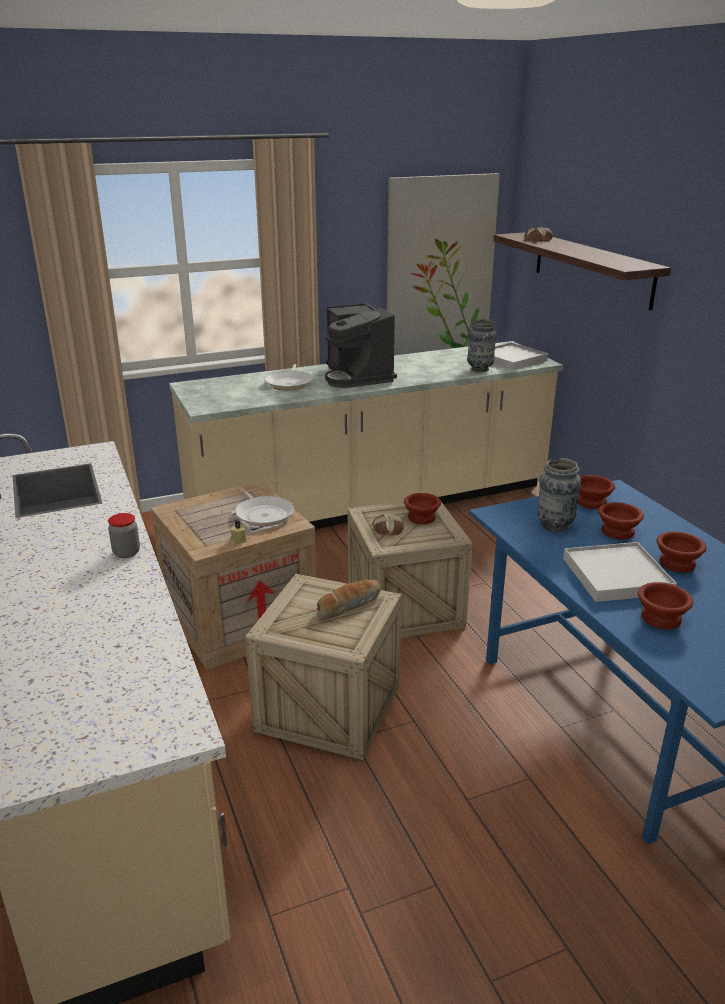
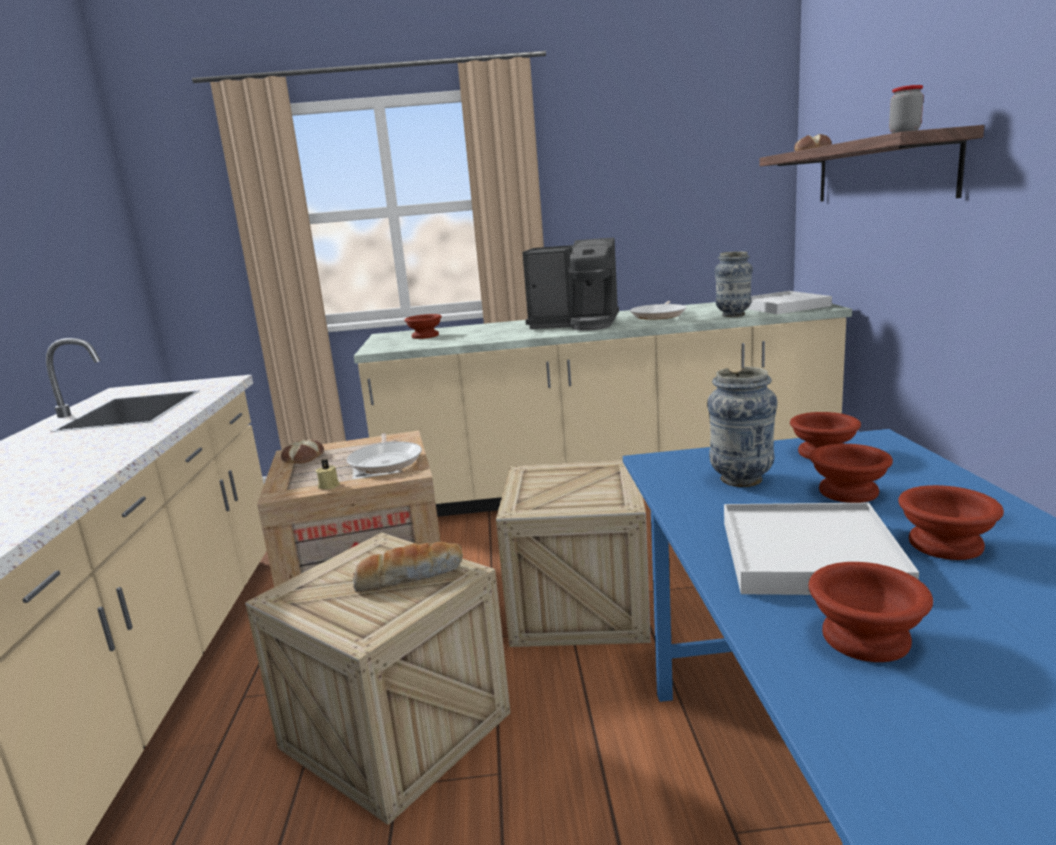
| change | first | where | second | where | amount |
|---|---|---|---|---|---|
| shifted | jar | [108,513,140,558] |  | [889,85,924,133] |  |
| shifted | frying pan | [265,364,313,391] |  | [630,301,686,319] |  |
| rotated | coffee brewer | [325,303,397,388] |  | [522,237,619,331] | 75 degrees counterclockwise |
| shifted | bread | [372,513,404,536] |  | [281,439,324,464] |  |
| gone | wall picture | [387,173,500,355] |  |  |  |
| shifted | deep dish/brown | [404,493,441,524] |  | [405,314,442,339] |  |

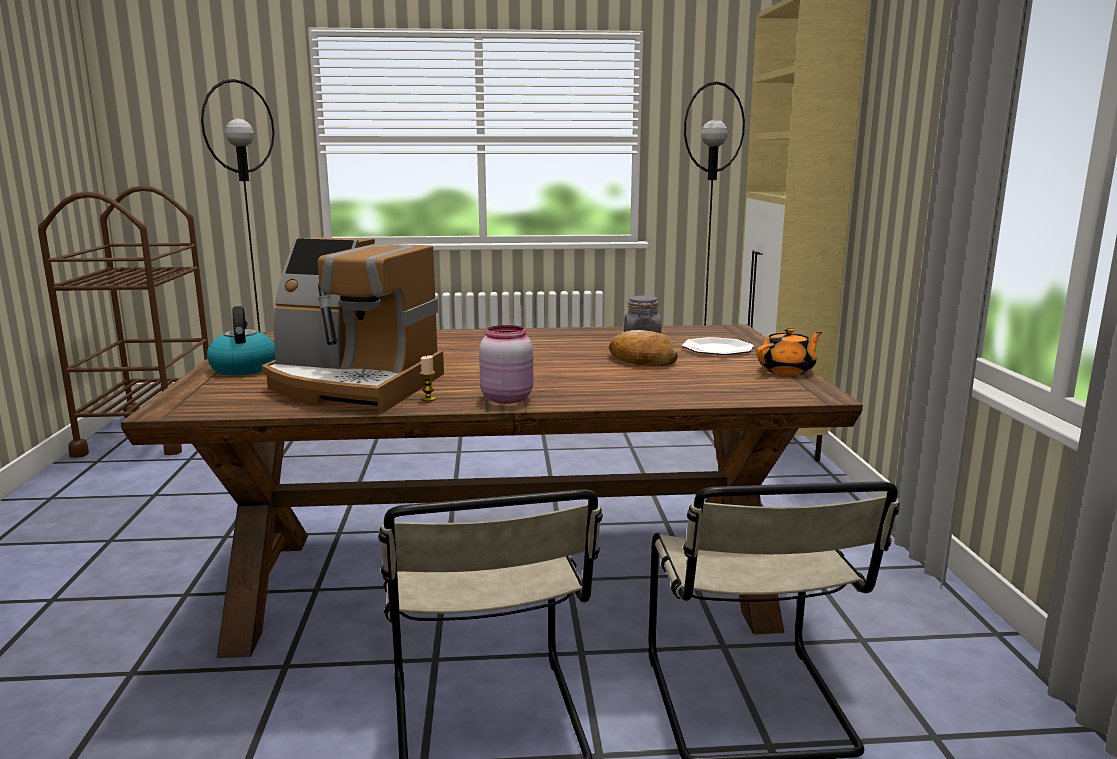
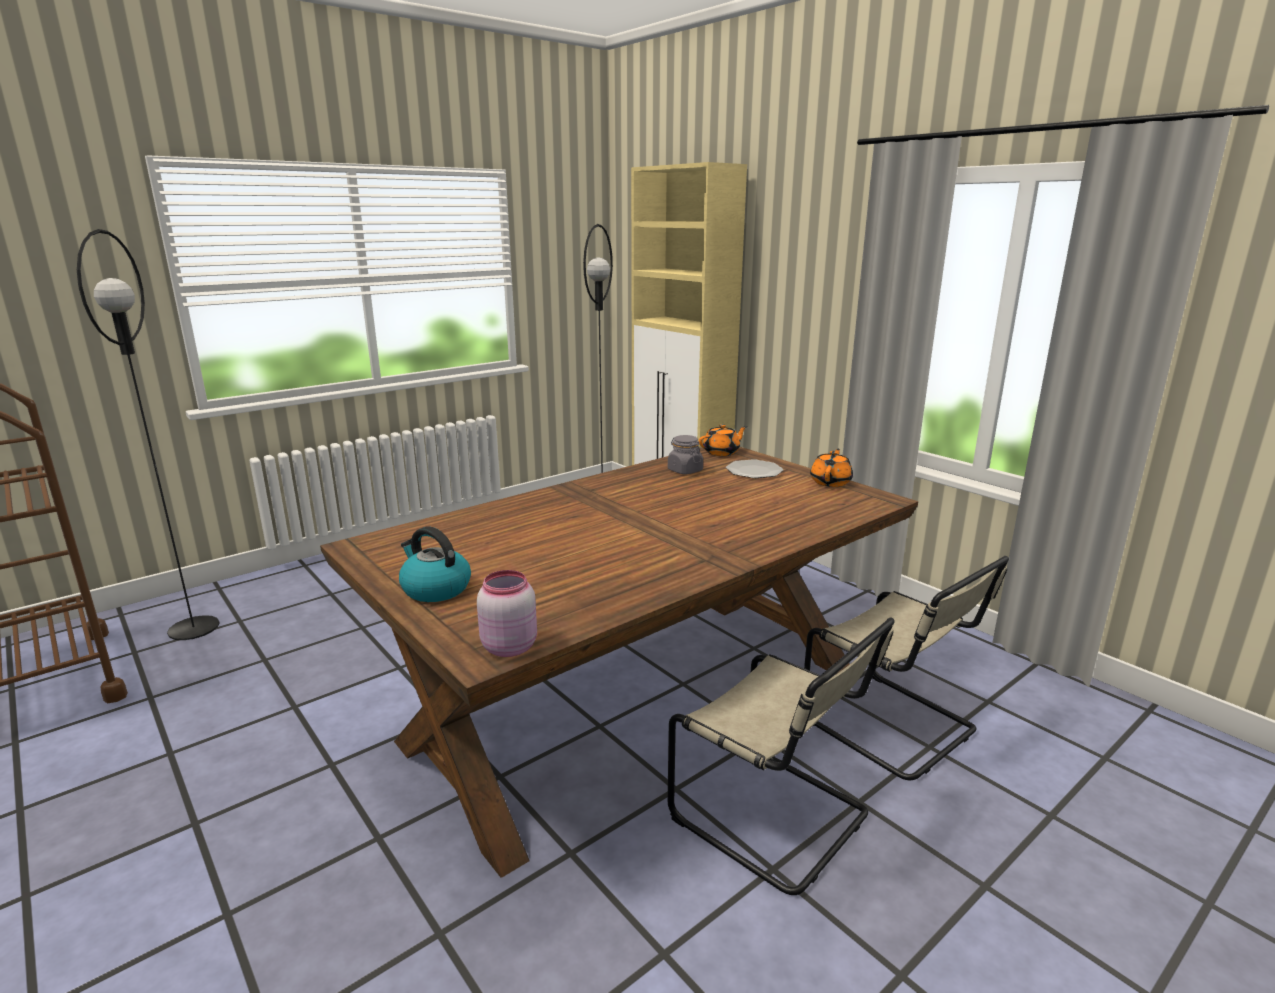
| change | first | where | second | where | amount |
|---|---|---|---|---|---|
| gone | coffee brewer | [262,237,444,413] |  |  |  |
| gone | wax light | [420,355,436,402] |  |  |  |
| shifted | jar/pinkish | [479,325,533,404] |  | [477,570,537,657] |  |
| gone | bread | [609,330,678,366] |  |  |  |
| new |  |  | teapot/orangey | [699,424,747,456] |  |

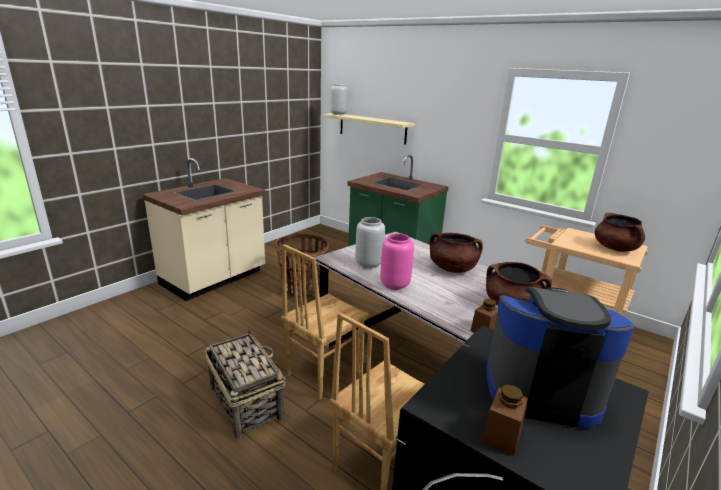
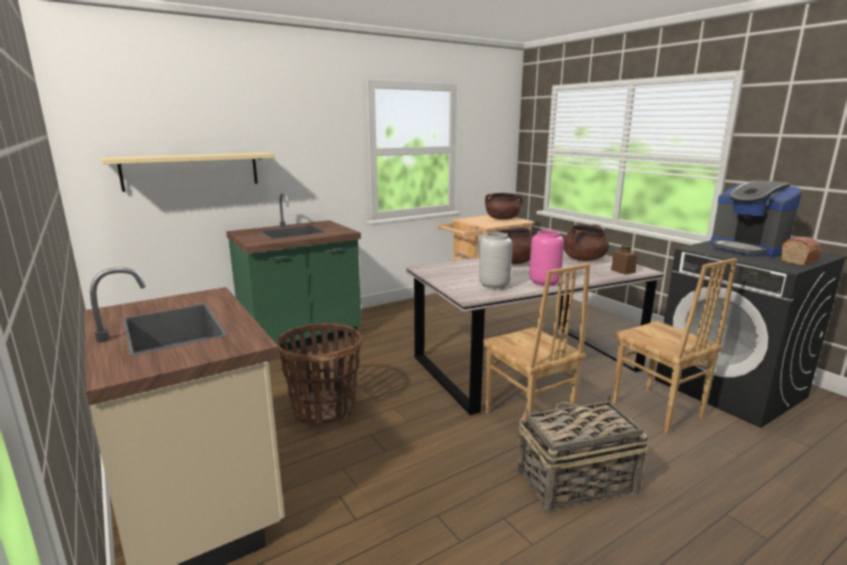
| change | first | where | second | where | amount |
|---|---|---|---|---|---|
| gone | vase/gray | [330,84,348,115] |  |  |  |
| swapped | jar/brown | [482,385,528,456] | bread | [781,237,821,266] |  |
| rotated | coffee brewer | [487,287,635,428] |  | [710,181,802,257] | 60 degrees counterclockwise |

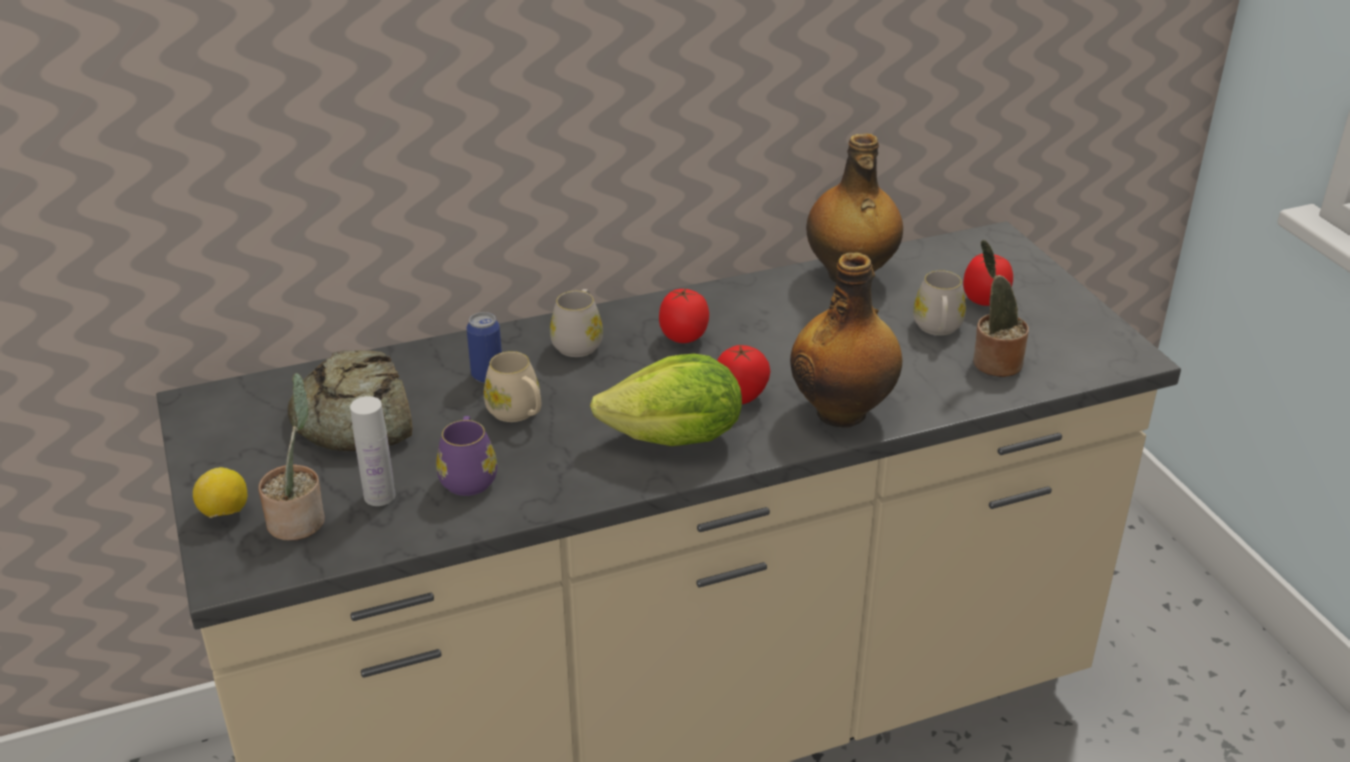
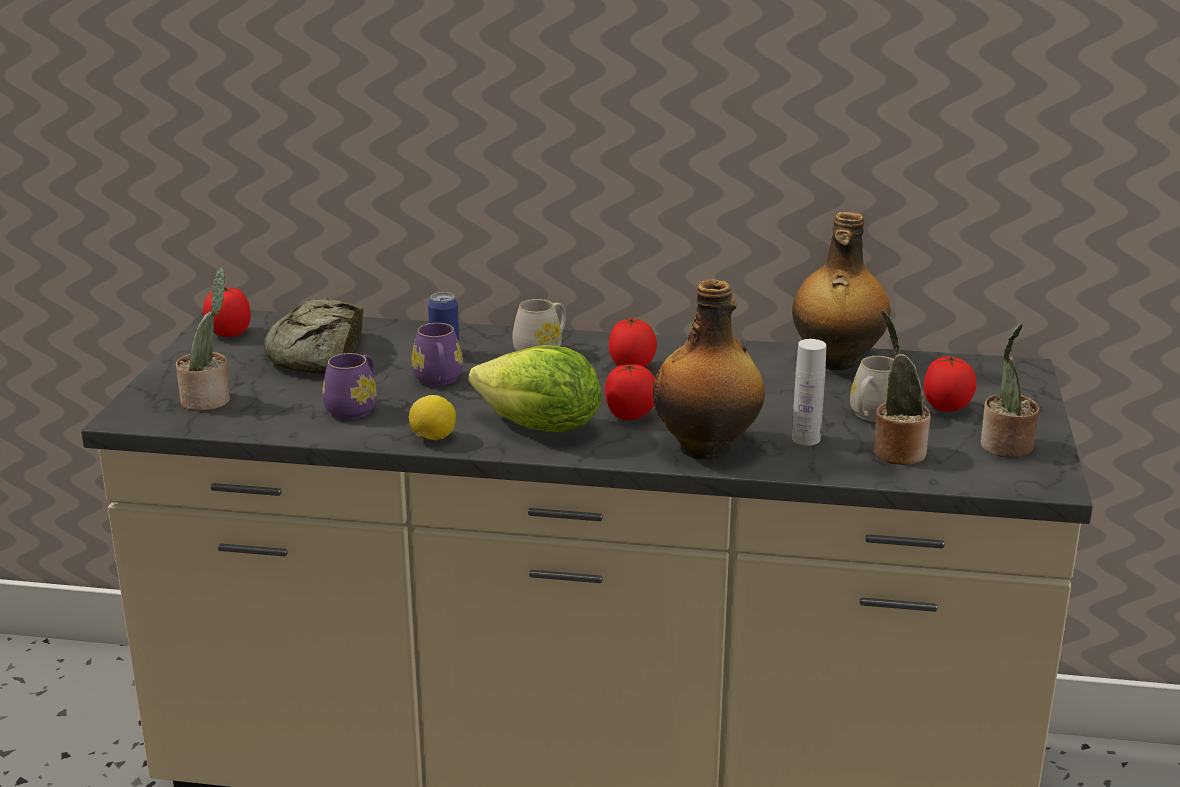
| change | first | where | second | where | amount |
|---|---|---|---|---|---|
| shifted | citrus fruit | [193,467,247,518] |  | [409,395,456,440] |  |
| shifted | beverage bottle/white | [350,396,396,506] |  | [792,339,827,446] |  |
| repainted | coffee mug/sand-coloured | [484,351,541,422] | coffee mug/purple-coloured | [411,323,463,386] |  |
| new |  |  | fresh tomato | [203,287,251,337] |  |
| new |  |  | plant in a pot | [981,323,1039,458] |  |

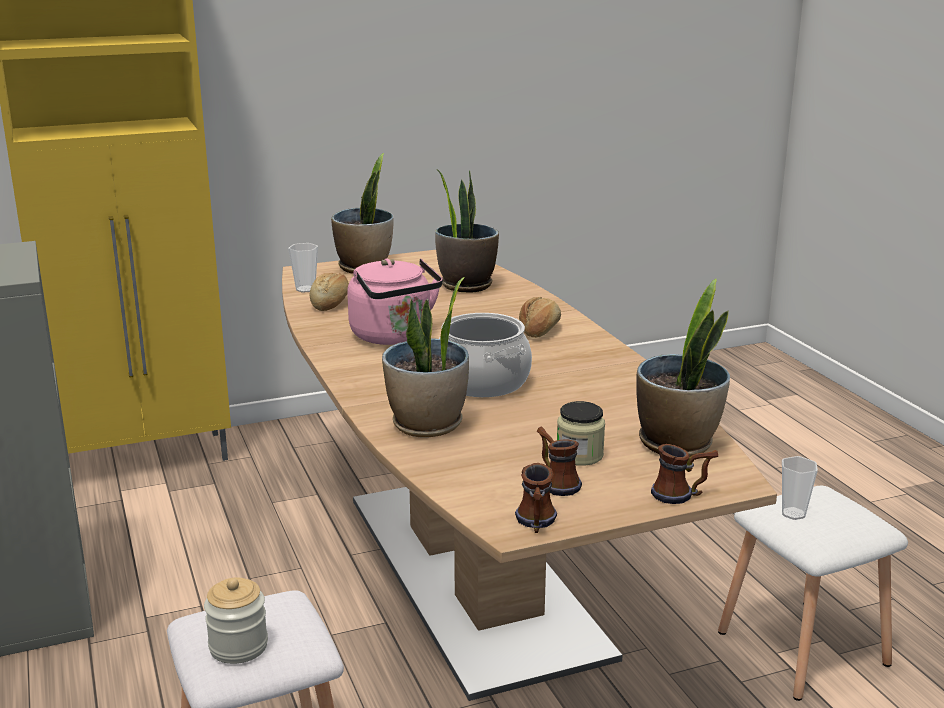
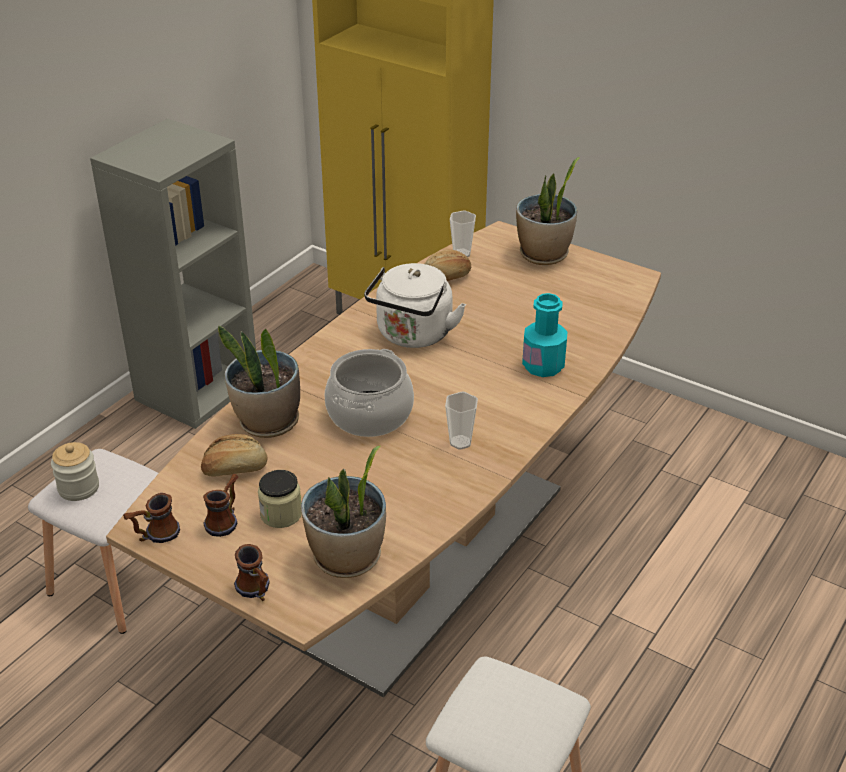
| change | first | where | second | where | amount |
|---|---|---|---|---|---|
| repainted | kettle/pinkish | [347,258,443,345] | kettle/white | [364,263,466,348] |  |
| gone | plant in a pot | [435,170,499,293] |  |  |  |
| shifted | bread | [519,297,561,338] |  | [201,434,268,476] |  |
| shifted | drinking cup | [782,456,818,520] |  | [445,392,478,450] |  |
| new |  |  | beverage bottle/turquoise | [522,293,568,377] |  |

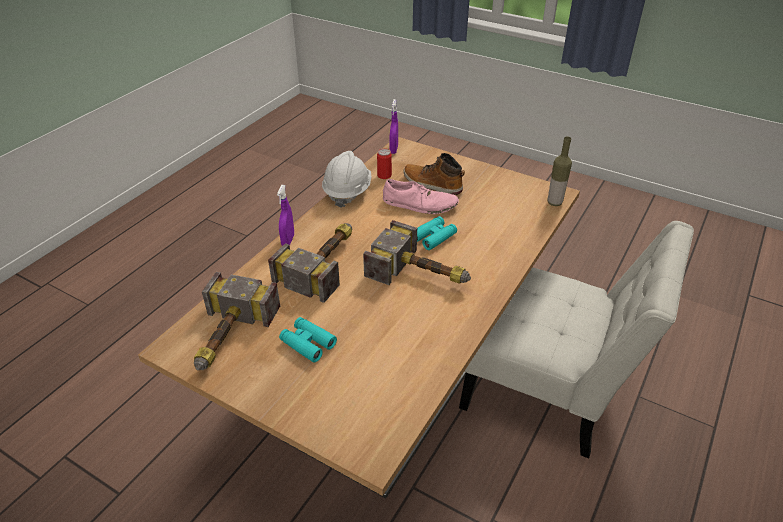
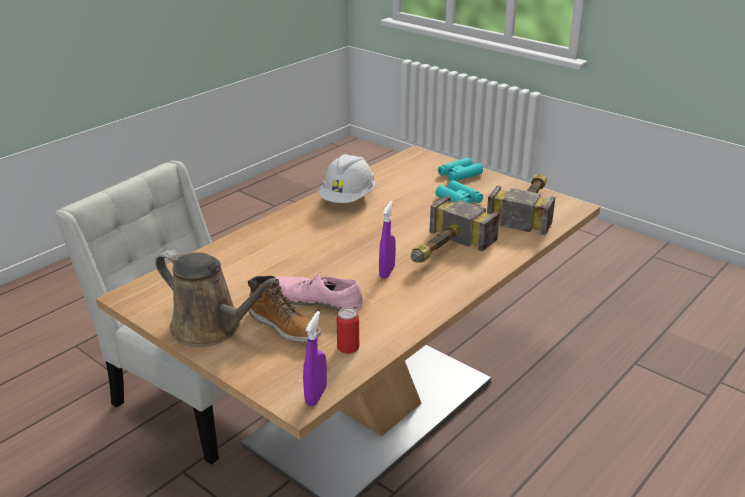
| change | first | where | second | where | amount |
|---|---|---|---|---|---|
| shifted | hand sprayer/purple-coloured | [277,185,294,246] |  | [379,200,396,279] |  |
| shifted | work helmet/white | [322,151,371,208] |  | [318,154,376,203] |  |
| gone | tool hammer | [363,220,471,285] |  |  |  |
| shifted | binoculars/turquoise | [417,216,457,250] |  | [438,157,483,181] |  |
| gone | beverage bottle | [547,137,572,206] |  |  |  |
| new |  |  | watering can/brown | [155,250,279,347] |  |

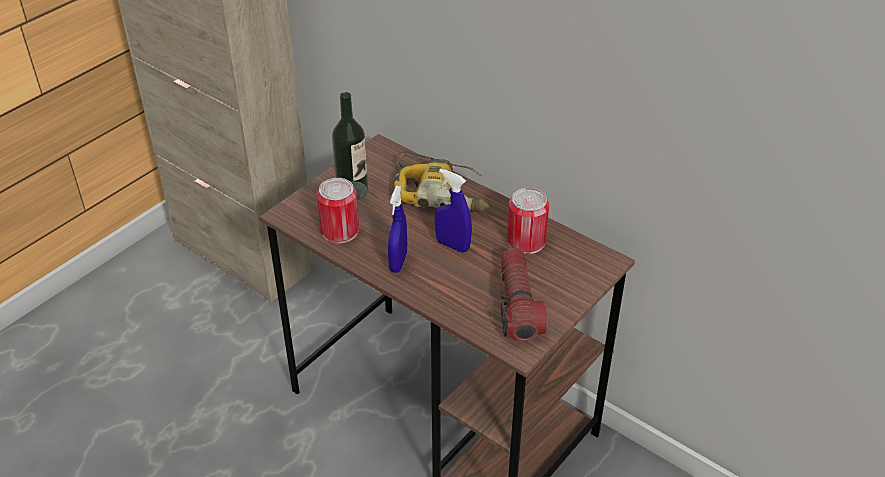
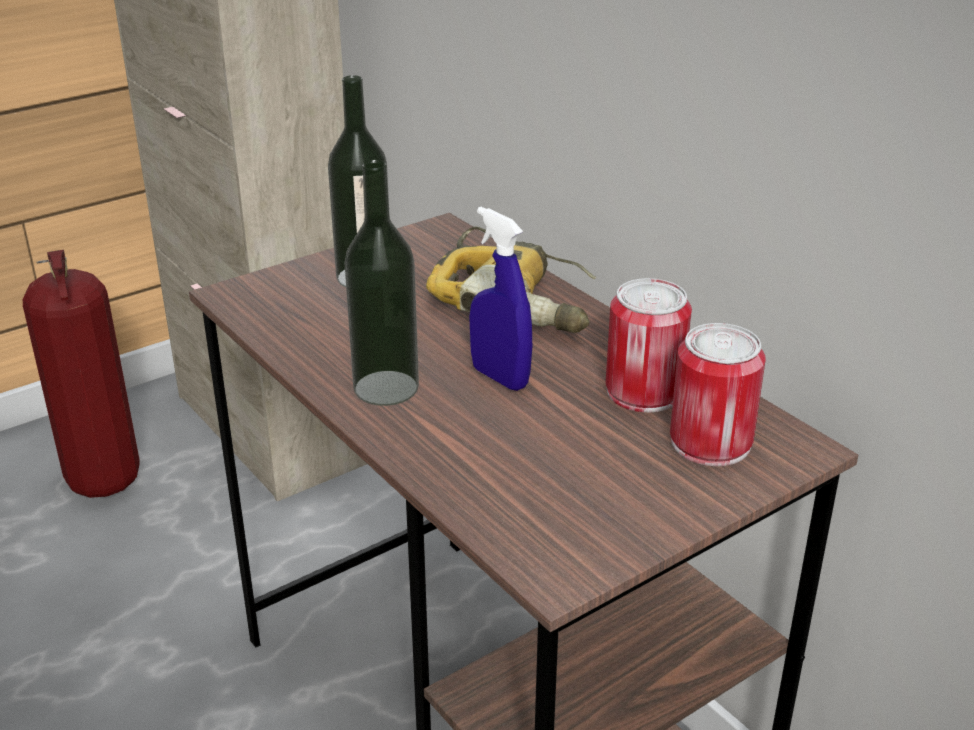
| change | first | where | second | where | amount |
|---|---|---|---|---|---|
| shifted | can | [317,178,359,244] |  | [670,323,766,466] |  |
| swapped | hand sprayer/bluish | [388,185,407,273] | beverage bottle | [344,160,419,406] |  |
| gone | torch | [500,248,547,341] |  |  |  |
| new |  |  | extinguisher | [23,250,140,498] |  |

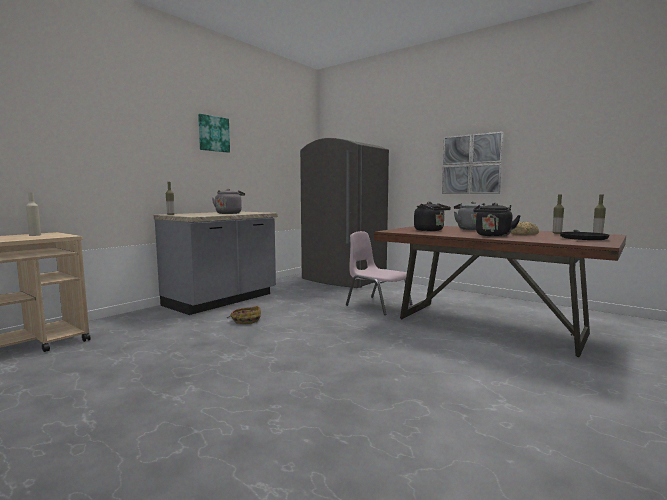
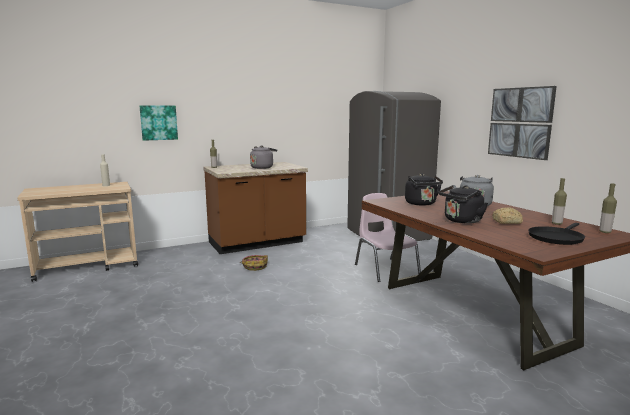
| change | first | where | second | where | amount |
|---|---|---|---|---|---|
| repainted | kitchen counter/gray | [154,211,278,315] | kitchen counter/brown | [203,162,308,254] |  |
| shifted | wall picture | [198,114,230,153] |  | [140,106,178,141] |  |

